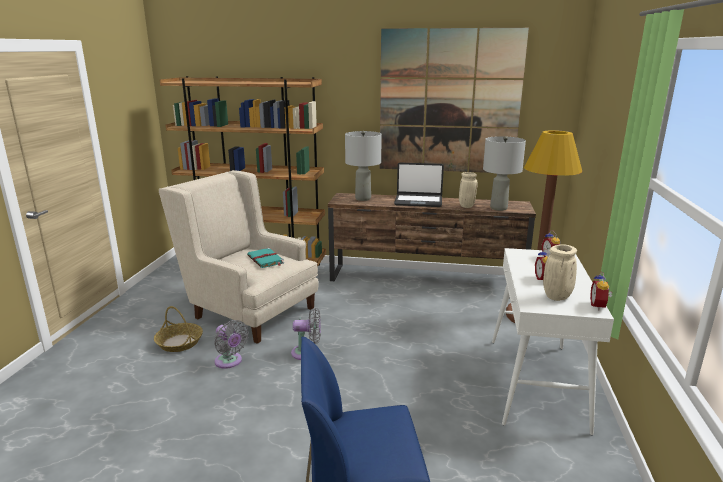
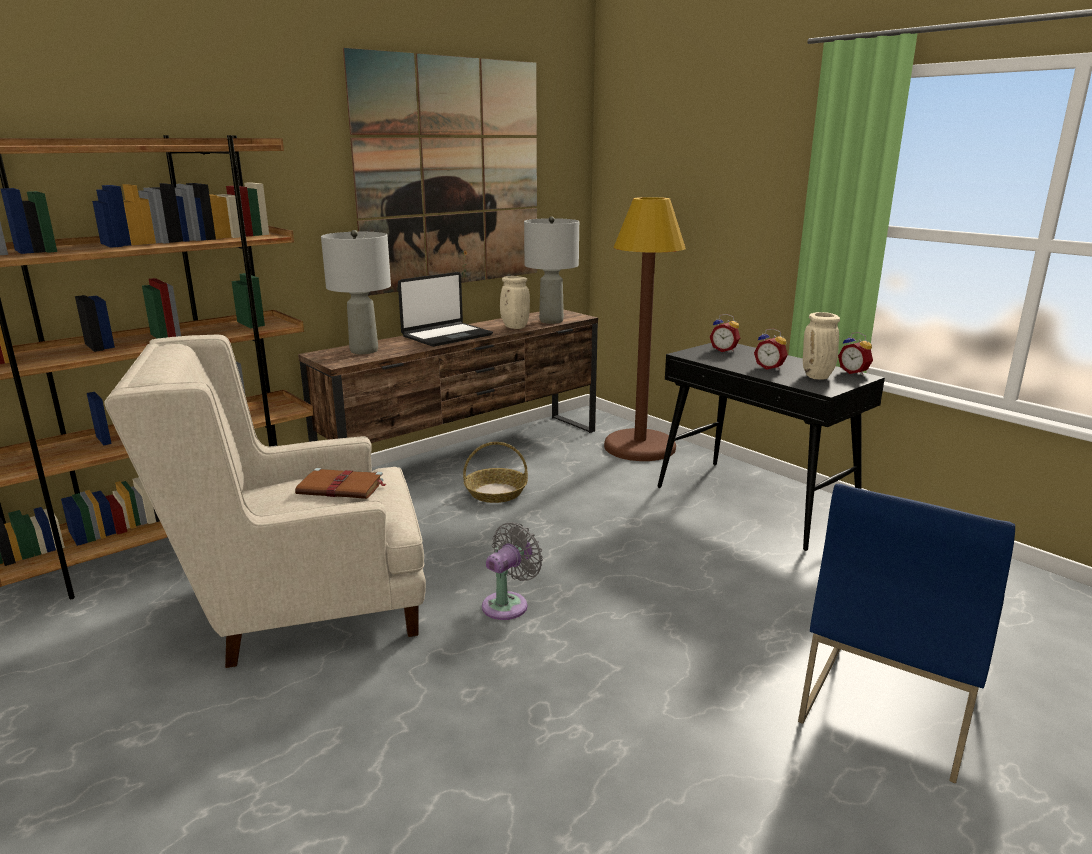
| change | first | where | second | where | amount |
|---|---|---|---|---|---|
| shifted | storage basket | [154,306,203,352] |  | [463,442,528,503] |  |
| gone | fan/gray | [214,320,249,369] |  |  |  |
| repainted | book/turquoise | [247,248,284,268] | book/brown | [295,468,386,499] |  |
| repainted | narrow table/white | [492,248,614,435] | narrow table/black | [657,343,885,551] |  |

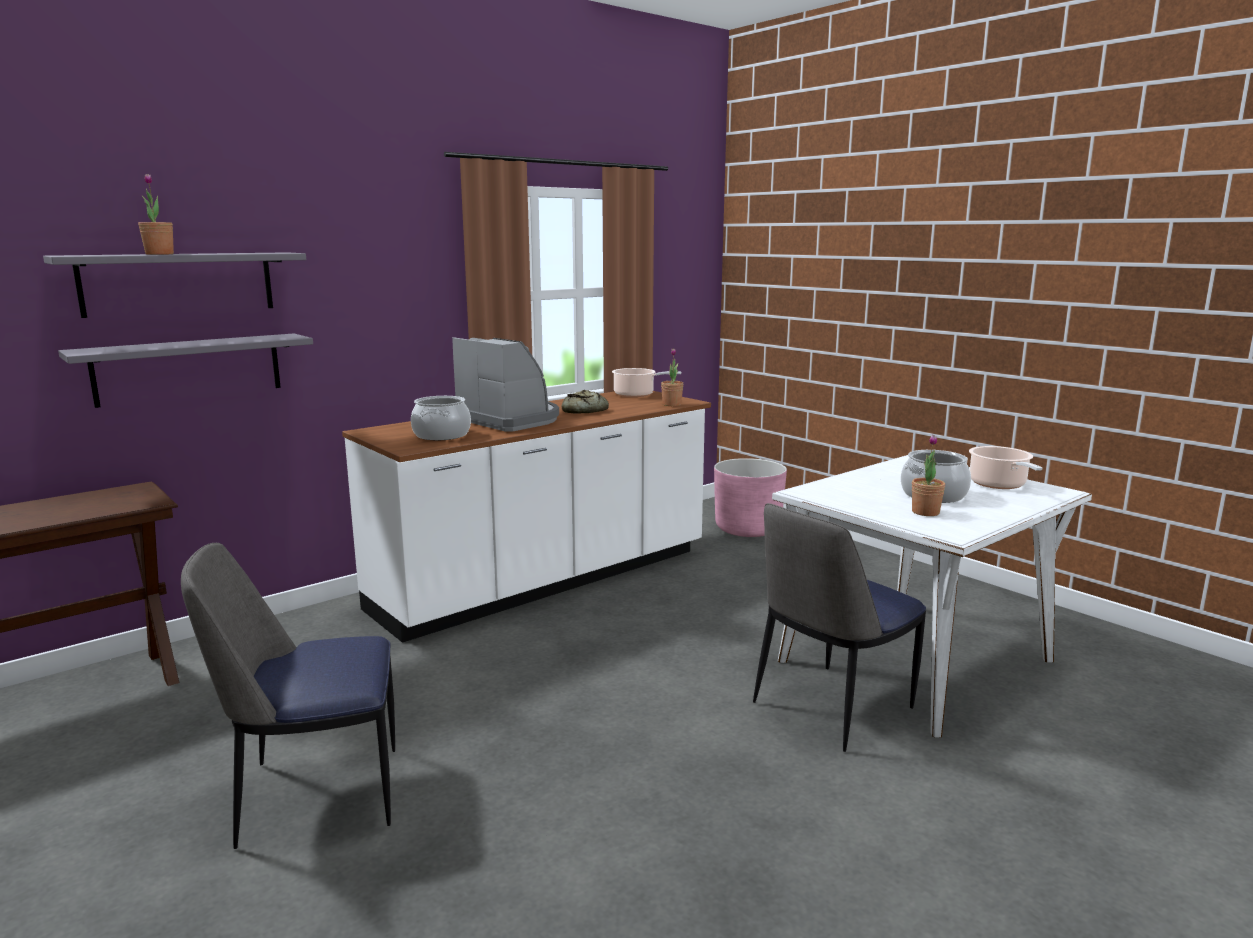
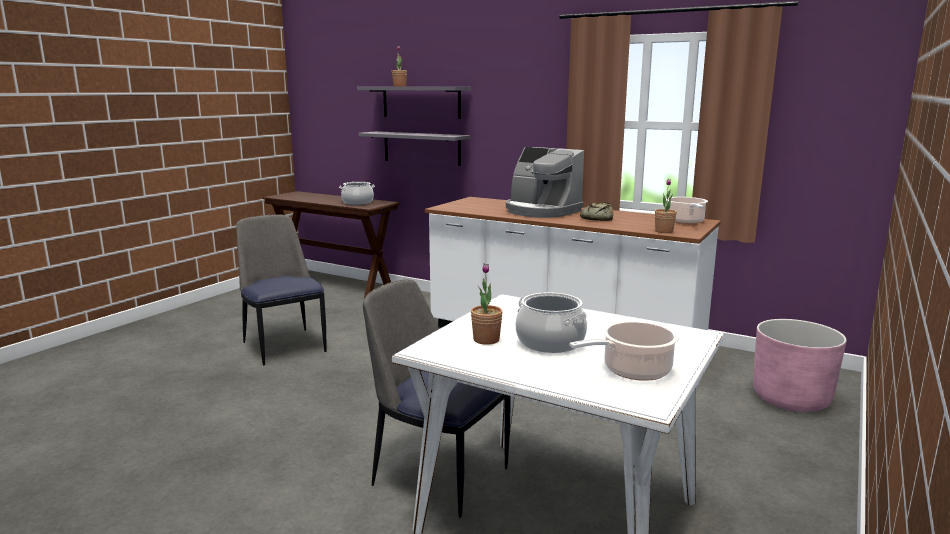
| change | first | where | second | where | amount |
|---|---|---|---|---|---|
| shifted | stockpot | [411,396,471,440] |  | [339,182,375,205] |  |
| rotated | coffee brewer | [452,337,559,431] |  | [506,147,584,218] | 105 degrees clockwise |

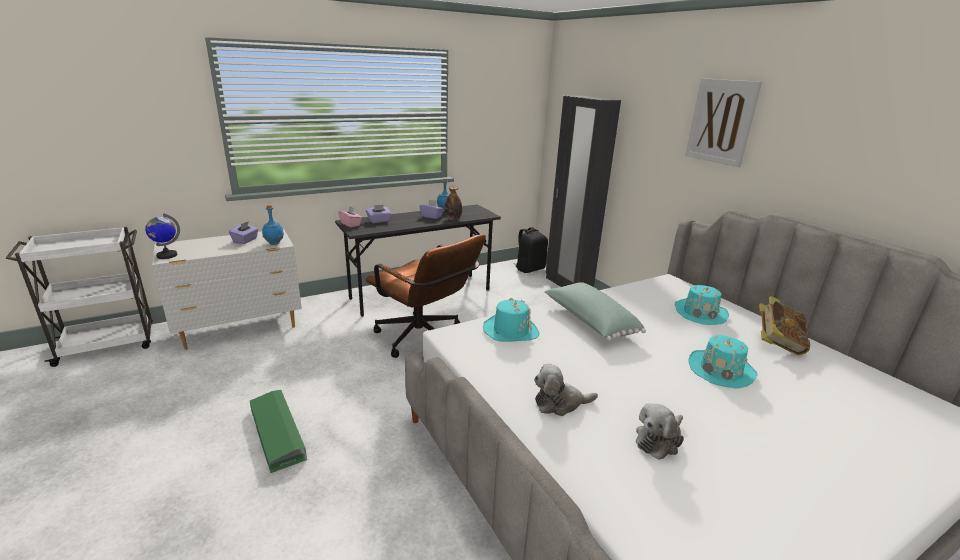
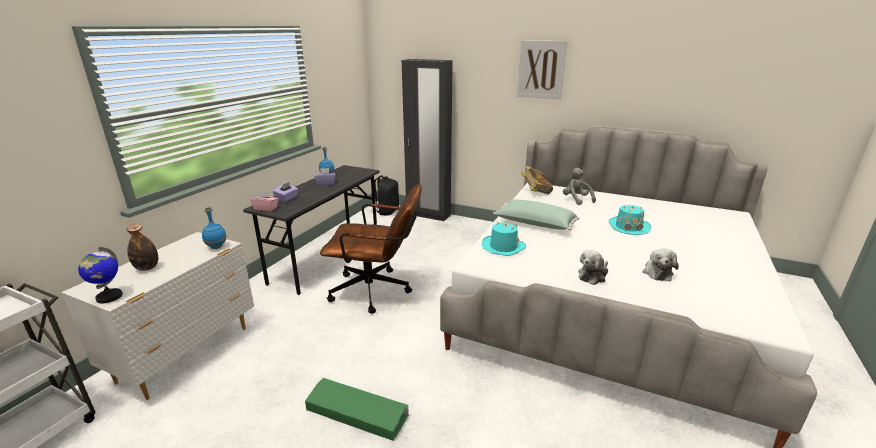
| change | first | where | second | where | amount |
|---|---|---|---|---|---|
| gone | tissue holder/purple-coloured | [229,221,258,244] |  |  |  |
| shifted | beverage bottle | [445,186,462,220] |  | [126,224,158,271] |  |
| swapped | clothing hat/turquoise | [675,285,729,325] | plush toy/gray | [563,168,596,205] |  |
| shifted | book | [759,296,810,355] |  | [521,166,553,194] |  |

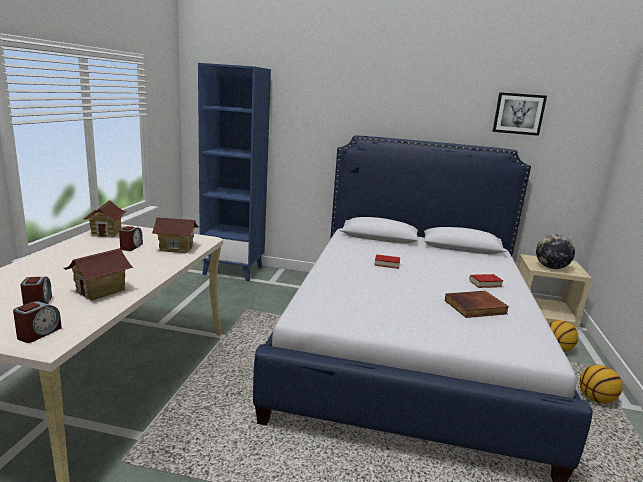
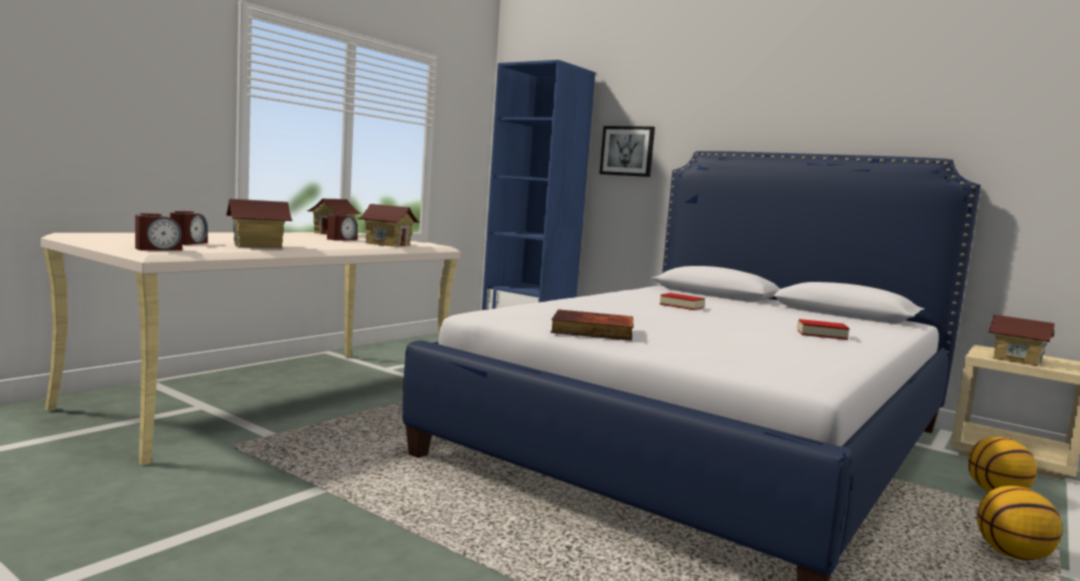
| change | first | where | second | where | amount |
|---|---|---|---|---|---|
| shifted | book | [445,291,509,318] |  | [551,309,633,341] |  |
| shifted | wall picture | [492,92,547,136] |  | [599,126,655,177] |  |
| swapped | desk globe | [536,234,575,269] | toy house | [988,315,1055,366] |  |

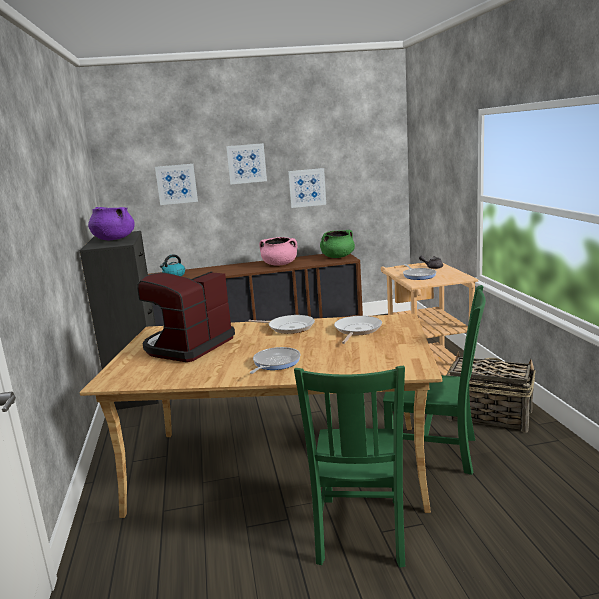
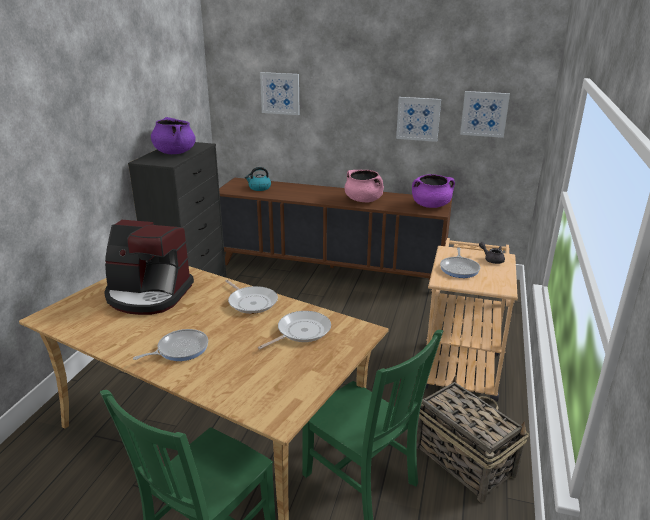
| change | first | where | second | where | amount |
|---|---|---|---|---|---|
| rotated | coffee brewer | [137,271,235,362] |  | [104,220,194,315] | 135 degrees counterclockwise |
| shifted | wall picture | [226,143,267,185] |  | [460,91,510,138] |  |
| repainted | stockpot/green-coloured | [320,230,355,258] | stockpot/purple-coloured | [412,174,455,208] |  |

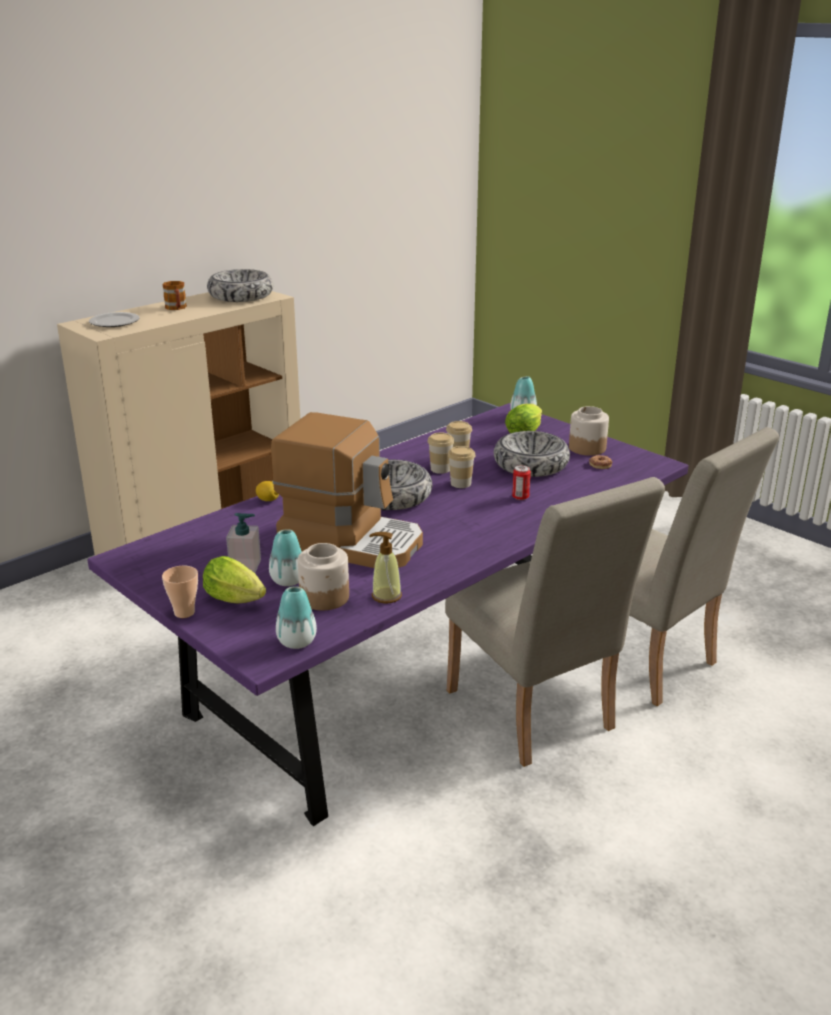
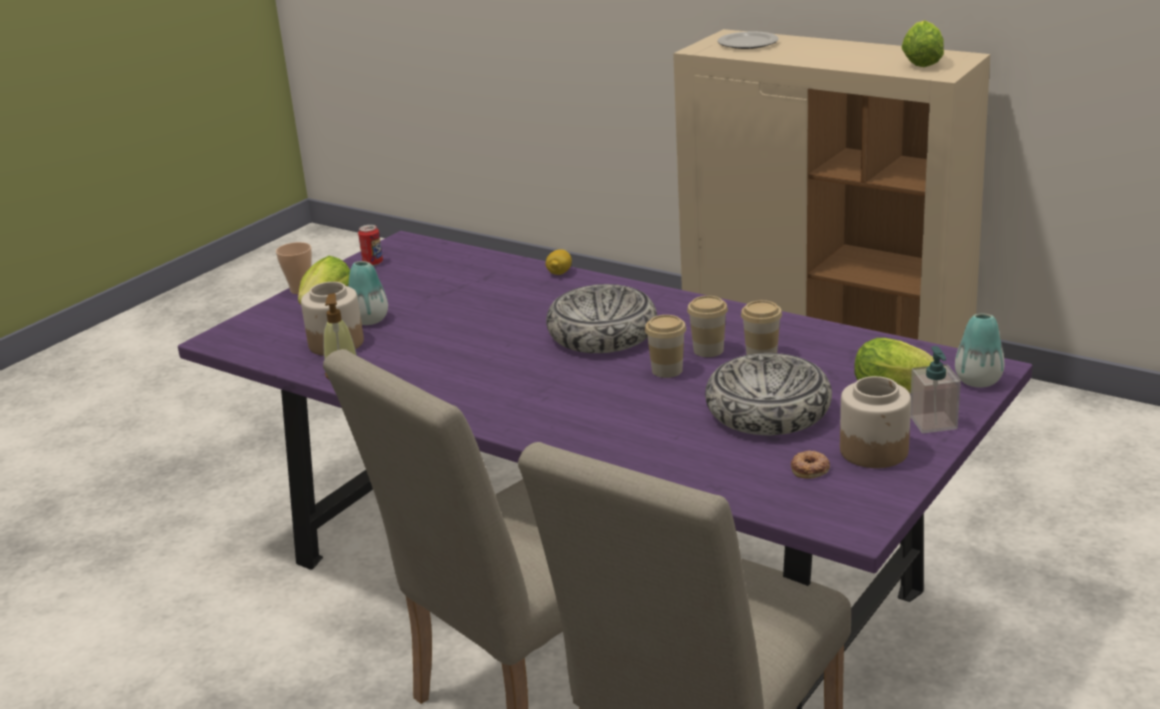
| change | first | where | second | where | amount |
|---|---|---|---|---|---|
| gone | coffee mug | [162,281,187,310] |  |  |  |
| swapped | deep dish | [207,269,273,302] | head of lettuce | [902,20,944,67] |  |
| shifted | soap bottle | [226,513,261,573] |  | [910,346,961,433] |  |
| gone | coffee brewer | [271,412,423,568] |  |  |  |
| gone | vase | [276,587,317,649] |  |  |  |
| shifted | can | [512,465,531,500] |  | [358,225,383,266] |  |

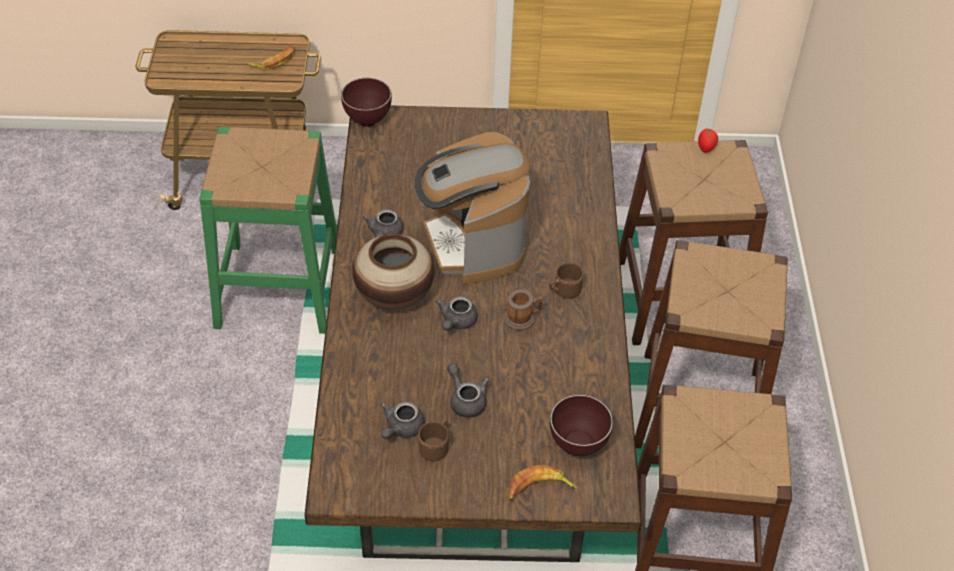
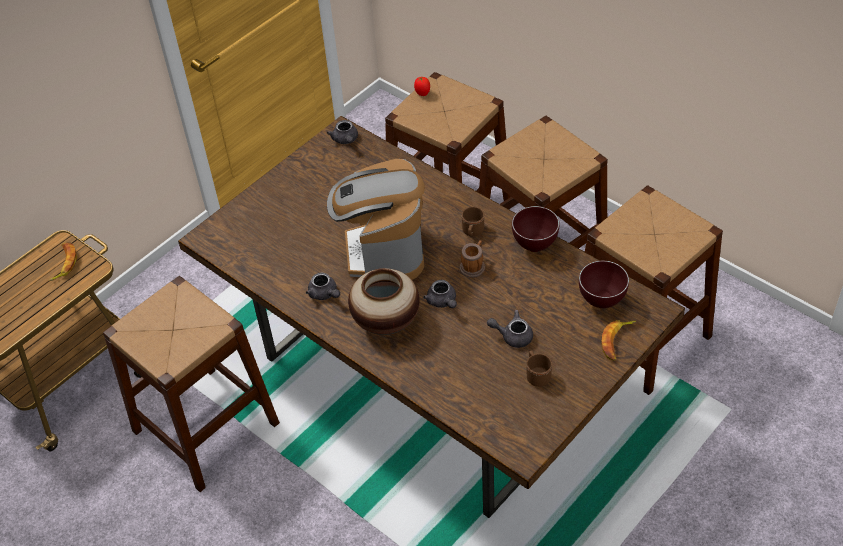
| change | first | where | second | where | amount |
|---|---|---|---|---|---|
| repainted | stool/green-coloured | [199,127,337,334] | stool/brown | [103,276,280,492] |  |
| shifted | deep dish/brown | [341,78,392,127] |  | [512,206,559,252] |  |
| shifted | teapot/gray | [380,402,425,439] |  | [327,120,358,144] |  |
| rotated | coffee brewer | [415,132,530,284] |  | [327,159,425,280] | 60 degrees clockwise |

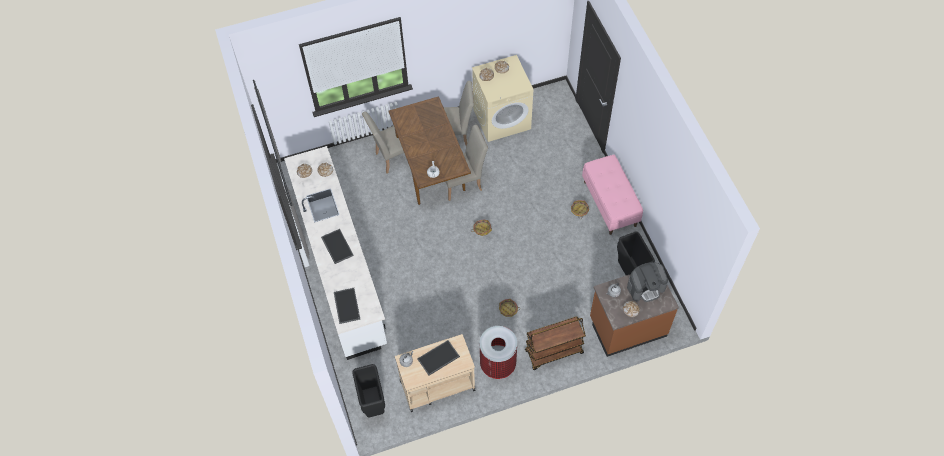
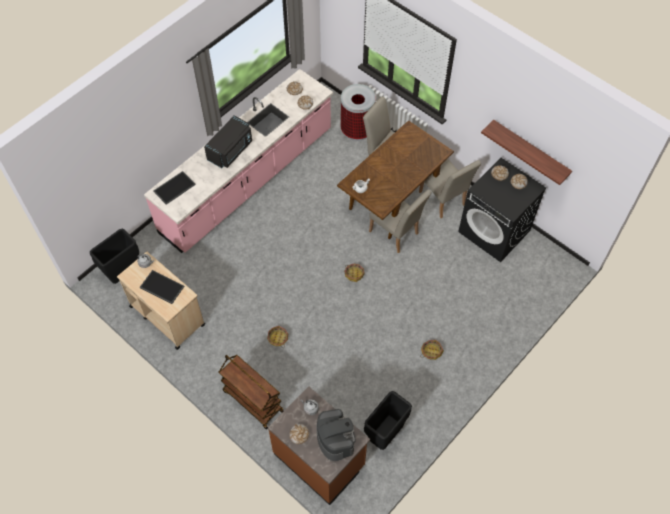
| change | first | where | second | where | amount |
|---|---|---|---|---|---|
| repainted | kitchen counter/white | [284,146,387,360] | kitchen counter/pinkish | [144,69,333,253] |  |
| swapped | serving tray | [321,229,354,264] | microwave/black | [204,115,252,168] |  |
| repainted | laundry machine/sand-coloured | [472,55,533,142] | laundry machine/black | [458,158,546,262] |  |
| shifted | trash can | [480,326,517,379] |  | [341,84,376,141] |  |
| gone | long seat/pinkish | [582,155,643,235] |  |  |  |
| rotated | coffee brewer | [627,262,668,302] |  | [317,409,356,461] | 150 degrees counterclockwise |
| new |  |  | bracket shelf | [481,120,572,185] |  |

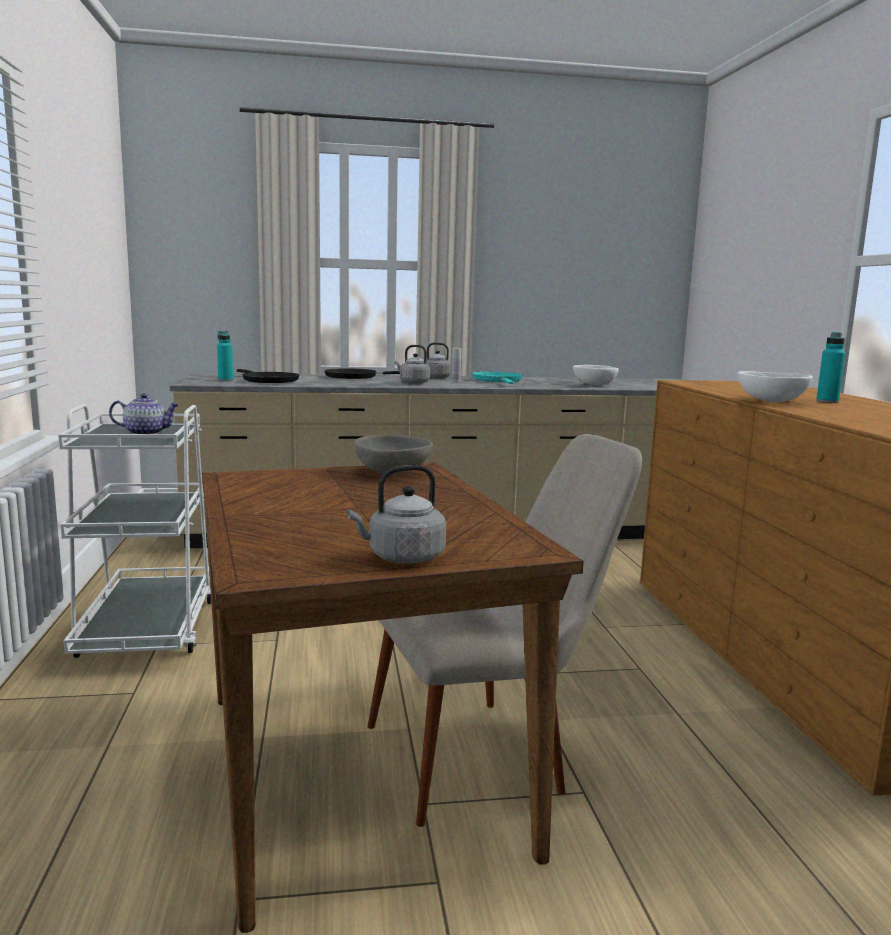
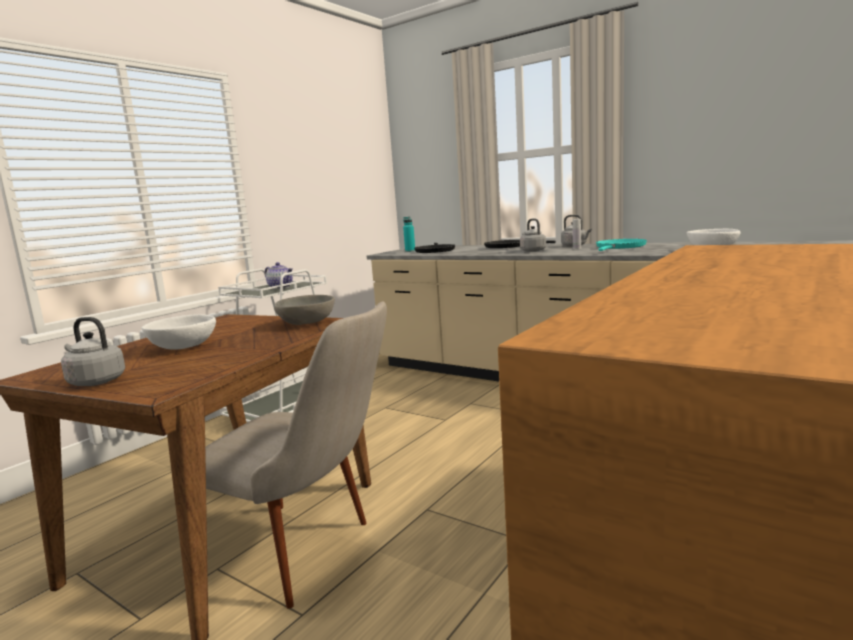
| change | first | where | second | where | amount |
|---|---|---|---|---|---|
| shifted | deep dish/white | [737,371,813,402] |  | [142,314,216,350] |  |
| gone | beverage bottle/turquoise | [816,332,845,403] |  |  |  |

